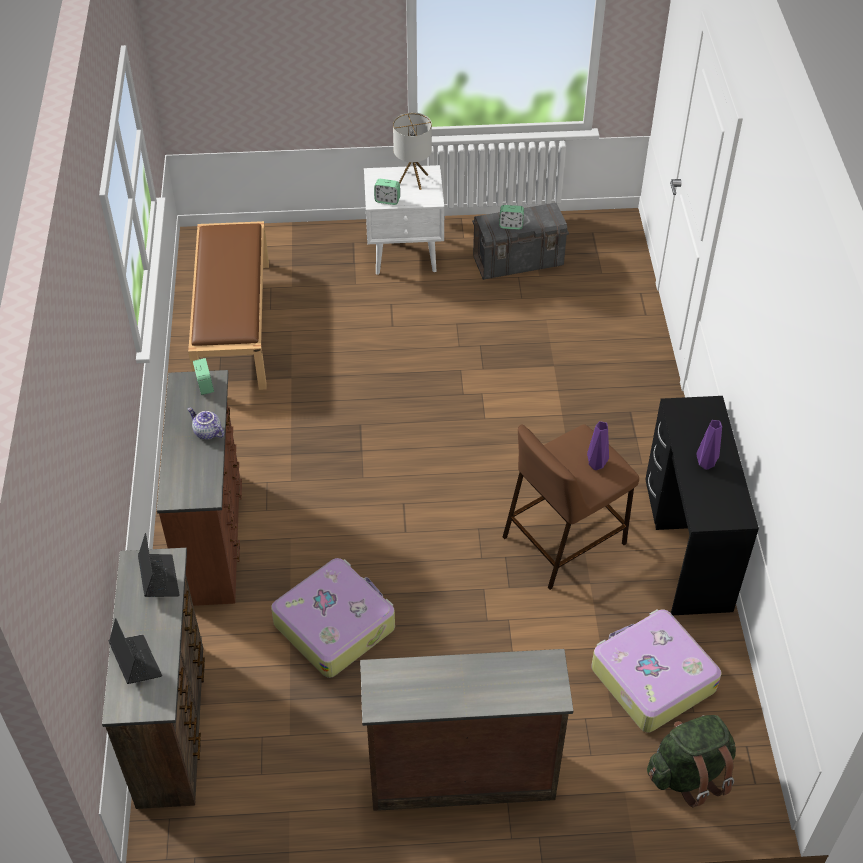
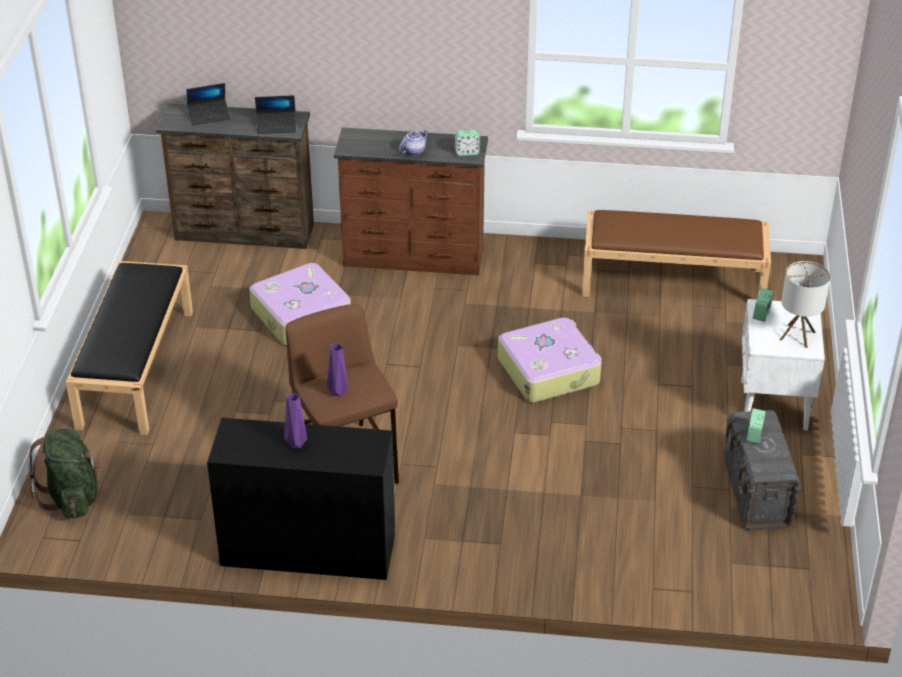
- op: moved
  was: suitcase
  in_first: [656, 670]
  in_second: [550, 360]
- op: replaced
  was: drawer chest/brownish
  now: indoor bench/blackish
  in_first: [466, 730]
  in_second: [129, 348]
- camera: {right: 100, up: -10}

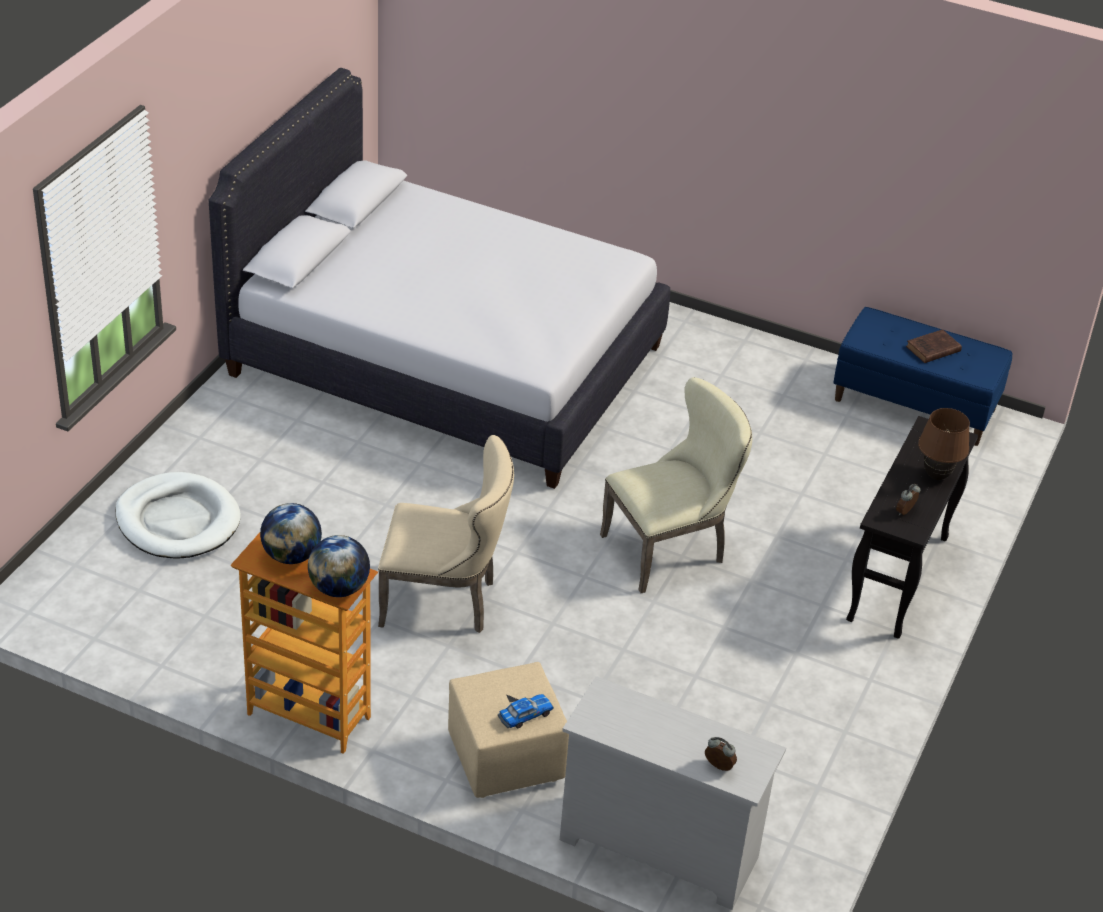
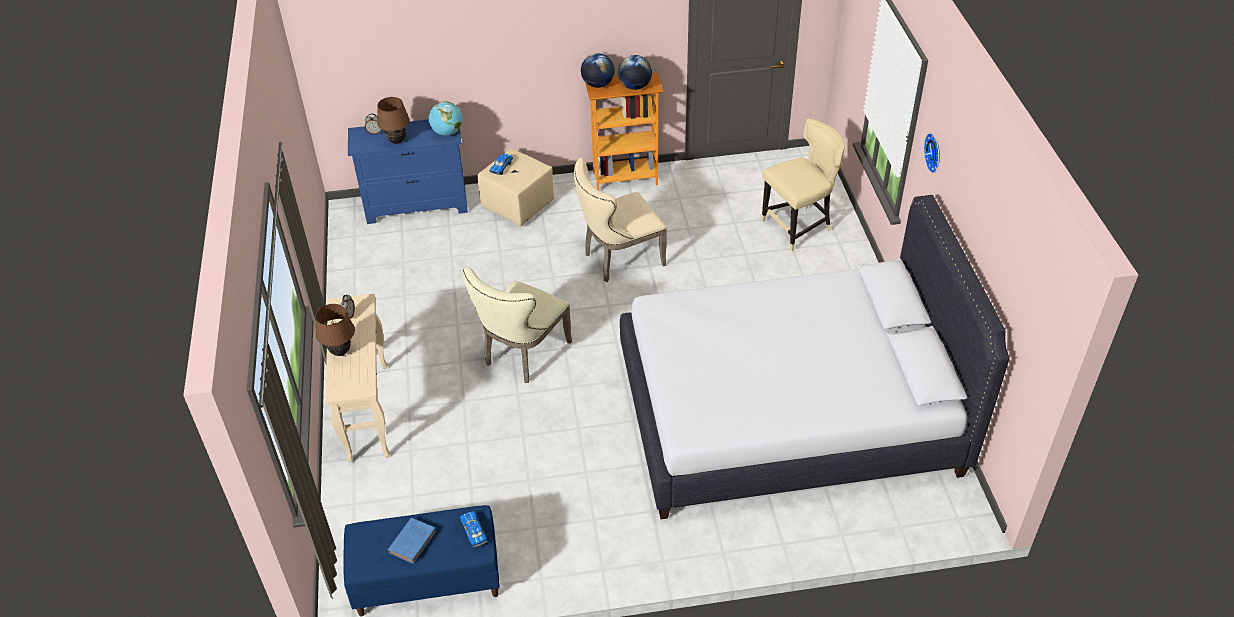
- op: added
  now: table lamp/brownish
  in_second: [393, 120]
- op: added
  now: desk globe
  in_second: [445, 118]
- op: added
  now: miniature car
  in_second: [474, 529]
- op: added
  now: hanging clock
  in_second: [932, 153]
- op: replaced
  was: dog bed/whitish
  now: plain chair/beige-coloured
  in_first: [178, 515]
  in_second: [803, 184]
- op: recoloured
  was: drawer chest/whitish
  now: drawer chest/blue-coloured
  in_first: [673, 793]
  in_second: [408, 171]
- op: recoloured
  was: console table/blackish
  now: console table/beige-coloured
  in_first: [912, 527]
  in_second: [357, 378]
- op: recoloured
  was: book/brownish
  now: book/blue-coloured
  in_first: [934, 346]
  in_second: [412, 541]
- camera: {right: 150, up: 5}

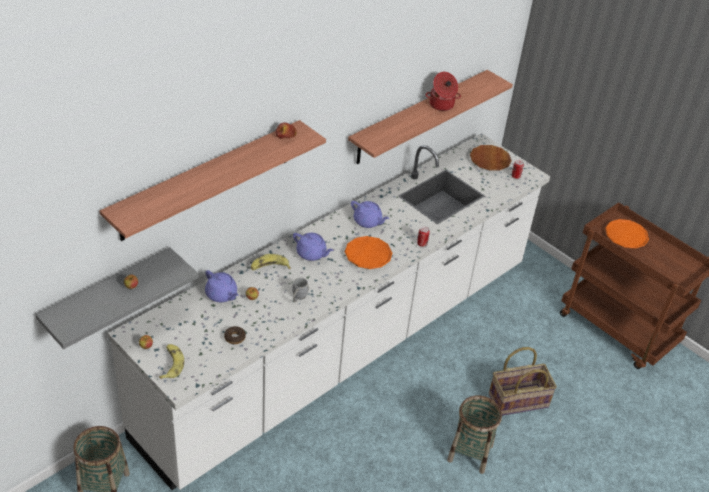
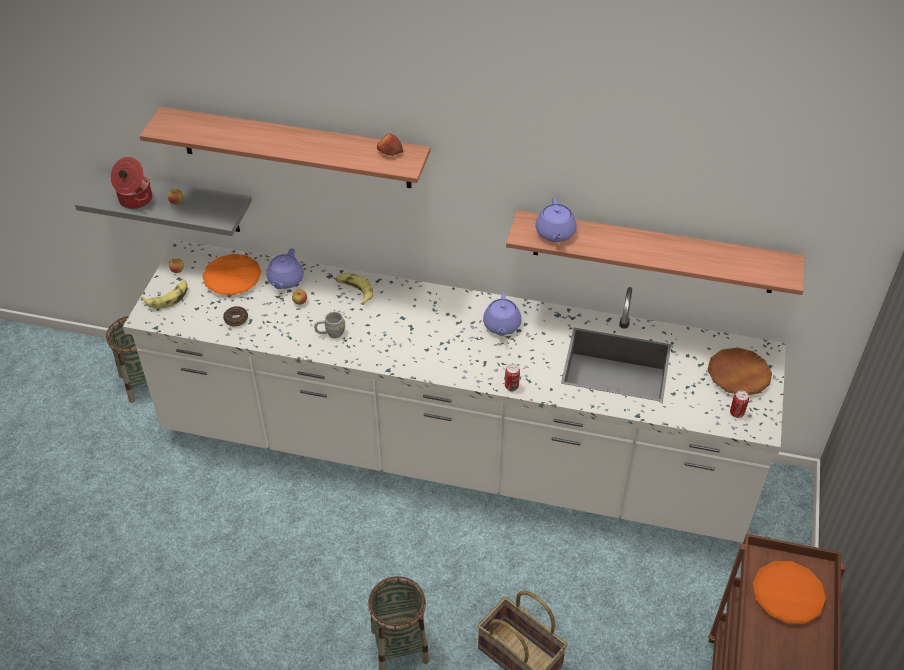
- op: moved
  was: teapot/purple
  in_first: [313, 247]
  in_second: [556, 219]
- op: moved
  was: flat dish/orange-coloured
  in_first: [368, 252]
  in_second: [232, 274]
- op: moved
  was: cooking pot
  in_first: [443, 91]
  in_second: [131, 183]
- camera: {right: 60, up: 5}

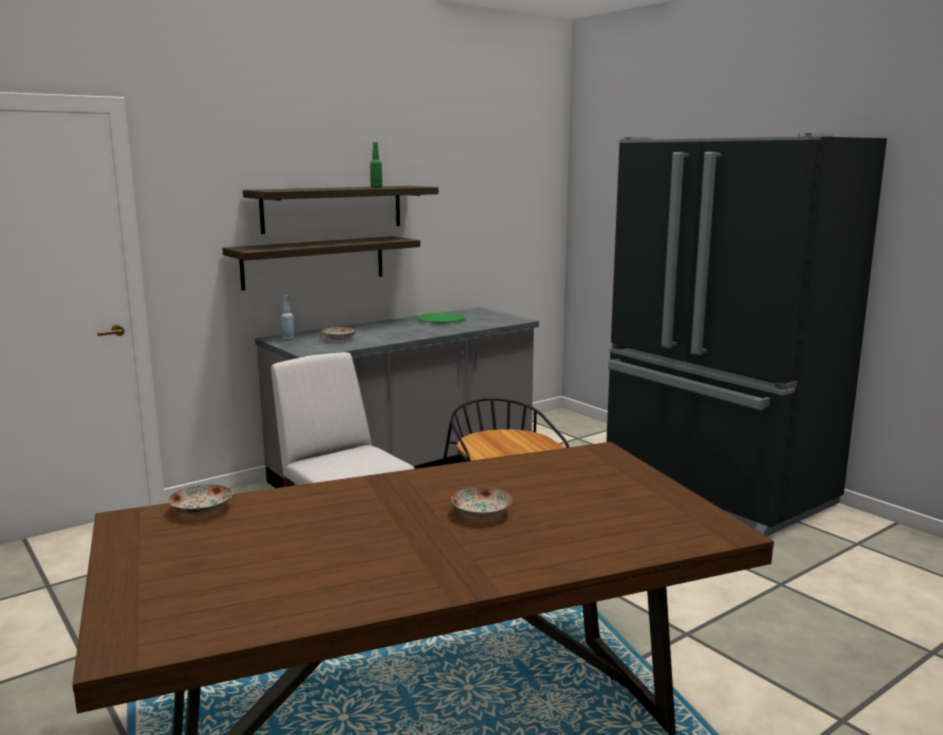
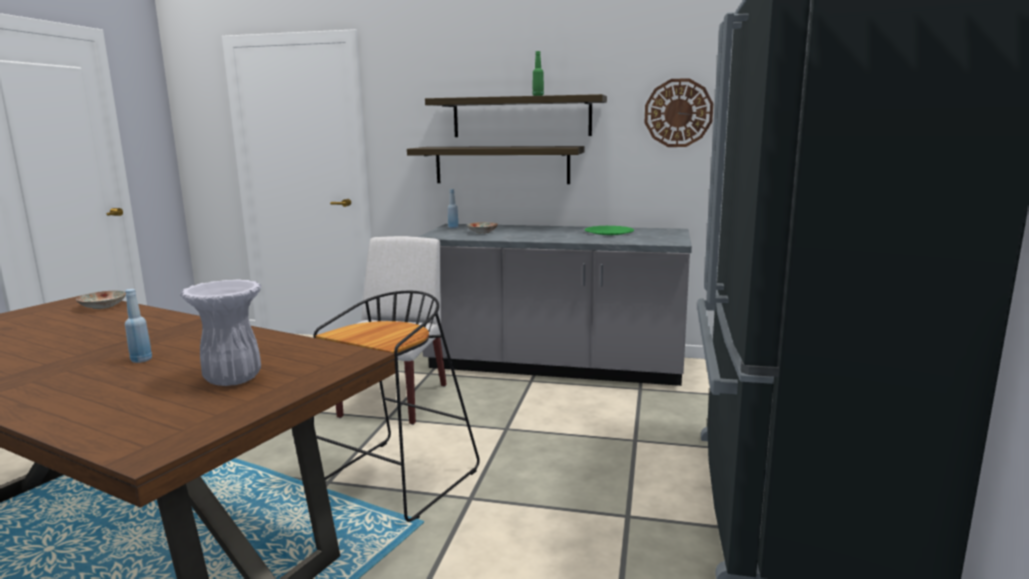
- op: added
  now: vase/whitish
  in_second: [221, 332]
- op: added
  now: hanging clock
  in_second: [679, 112]
- op: replaced
  was: flat dish
  now: beverage bottle/blue-coloured
  in_first: [481, 503]
  in_second: [138, 326]
- camera: {right: 50, up: 0}

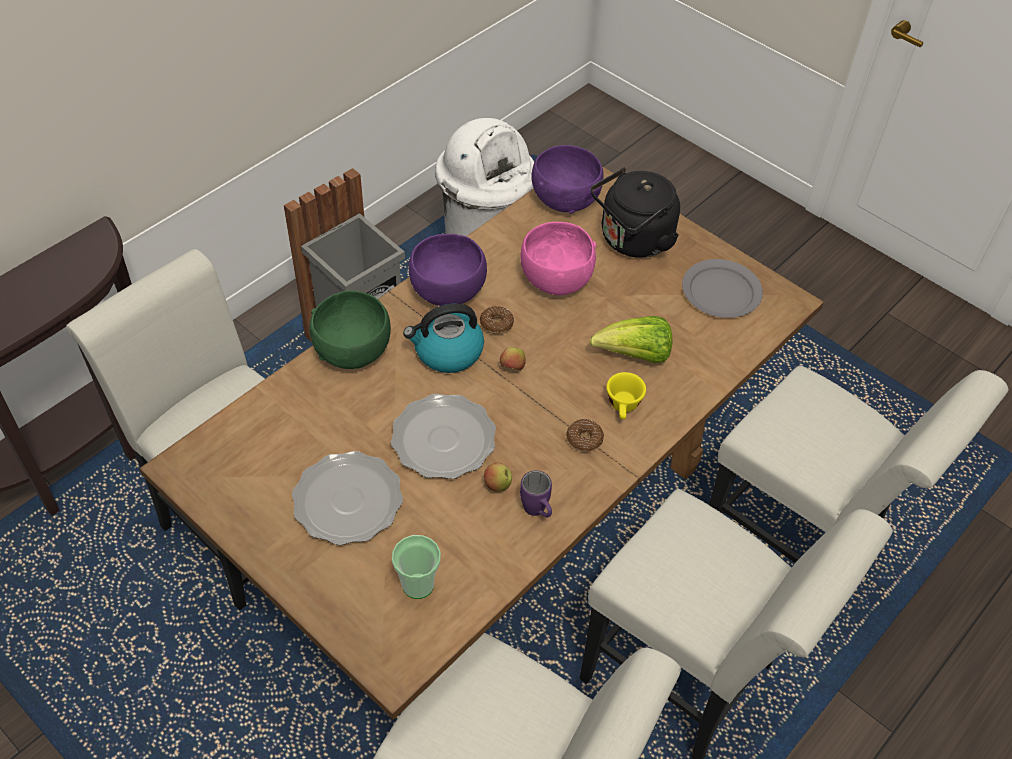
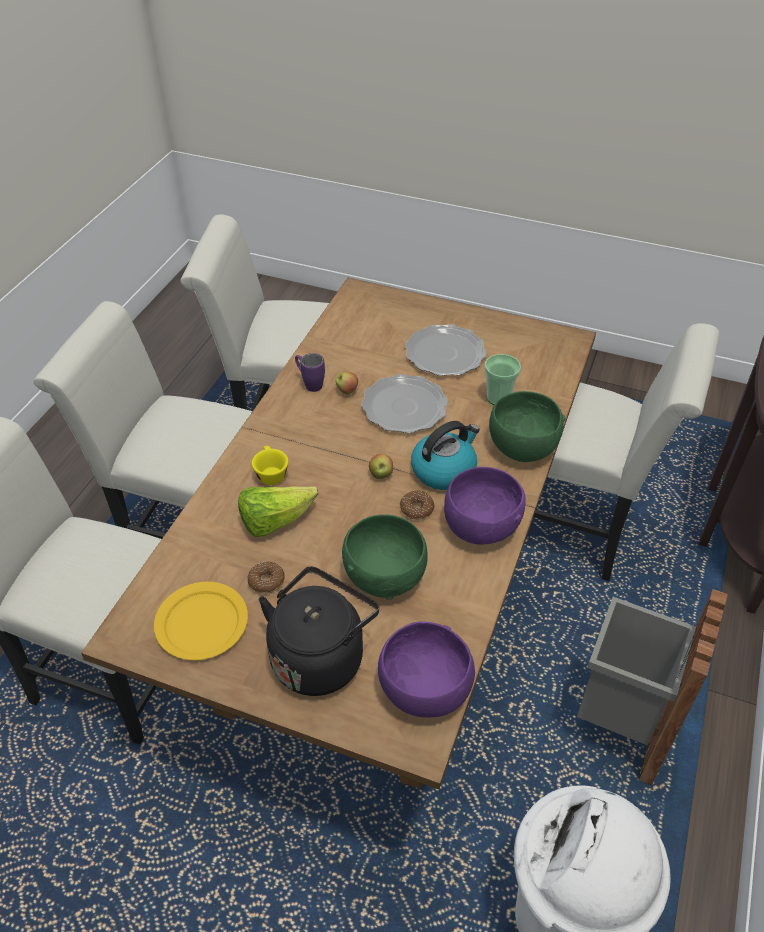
- op: moved
  was: small cup
  in_first: [416, 567]
  in_second: [503, 379]
- op: moved
  was: donut
  in_first: [585, 435]
  in_second: [266, 578]
- op: recoloured
  was: bowl/pinkish
  now: bowl/greenish
  in_first: [559, 258]
  in_second: [385, 557]
- op: recoloured
  was: flat dish/gray
  now: flat dish/yellowish
  in_first: [722, 288]
  in_second: [201, 621]
- camera: {right: 160, up: -5}

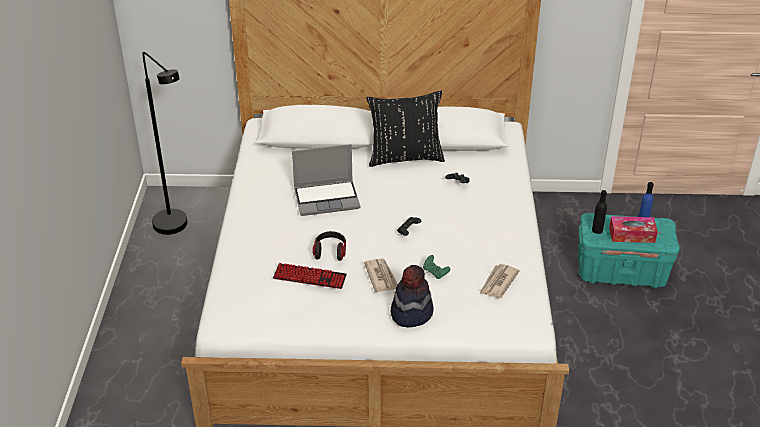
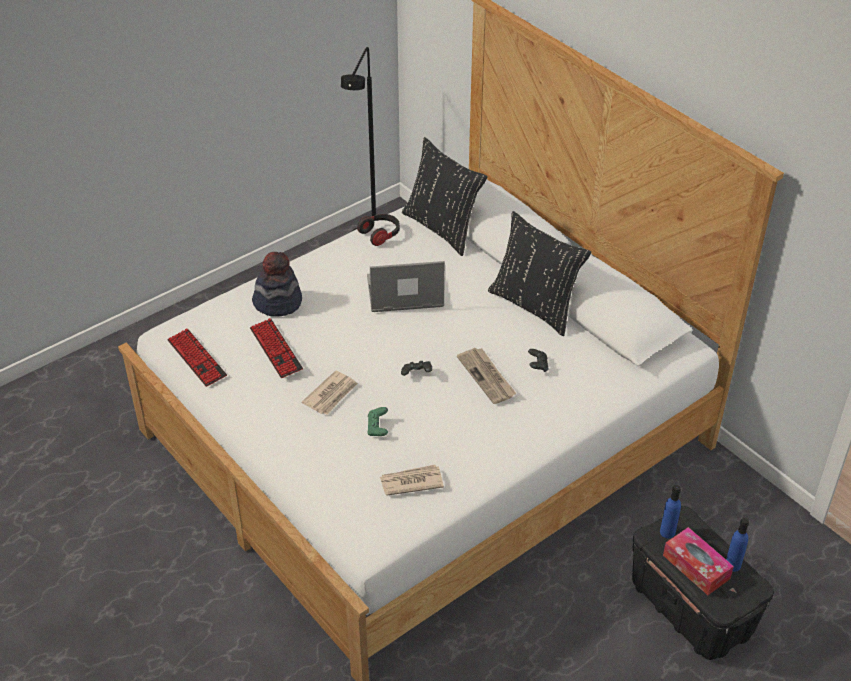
- op: added
  now: computer keyboard
  in_second: [197, 357]
- op: added
  now: cushion/blackish
  in_second: [444, 196]
- op: added
  now: newspaper
  in_second: [486, 376]
- op: moved
  was: headphones
  in_first: [329, 246]
  in_second: [378, 230]
- op: moved
  was: clothing hat
  in_first: [412, 296]
  in_second: [277, 284]
- op: recoloured
  was: storage box/turquoise-coloured
  now: storage box/blackish
  in_first: [629, 250]
  in_second: [703, 583]
- op: recoloured
  was: beverage bottle/blackish
  now: beverage bottle/blue-coloured
  in_first: [599, 212]
  in_second: [670, 511]
- op: turned
  was: laptop
  in_first: [326, 180]
  in_second: [406, 286]
  clockwise: 135
- camera: {right: 50, up: 5}

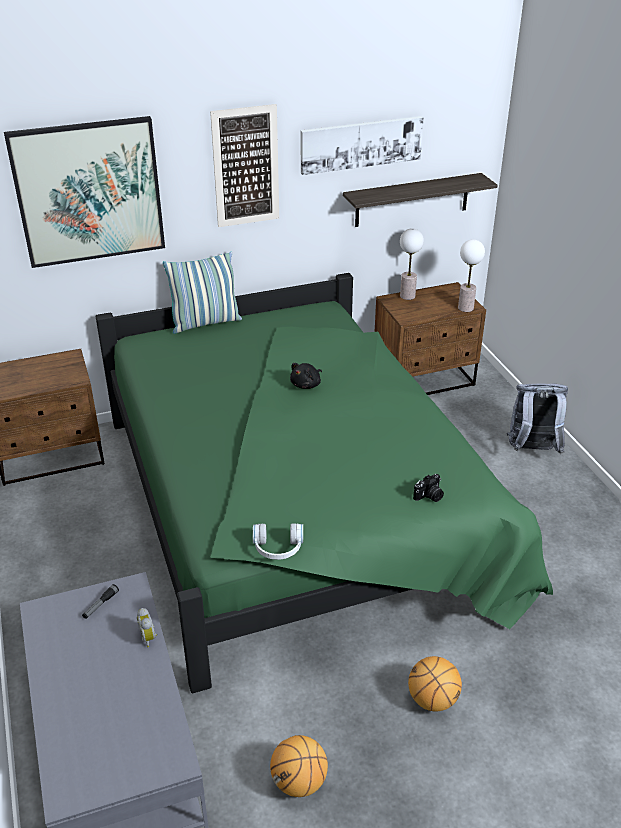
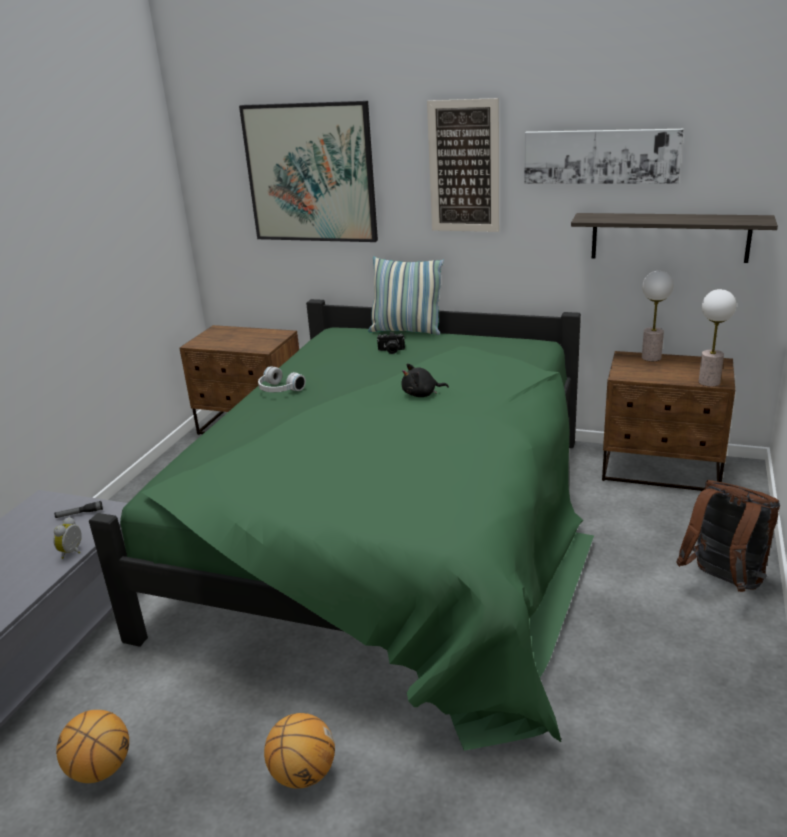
- op: moved
  was: headphones/whitish
  in_first: [278, 541]
  in_second: [282, 379]
- op: moved
  was: photo camera
  in_first: [428, 488]
  in_second: [391, 343]
- op: recoloured
  was: knapsack/gray
  now: knapsack/brownish
  in_first: [537, 418]
  in_second: [728, 536]
- camera: {right: 40, up: -10}

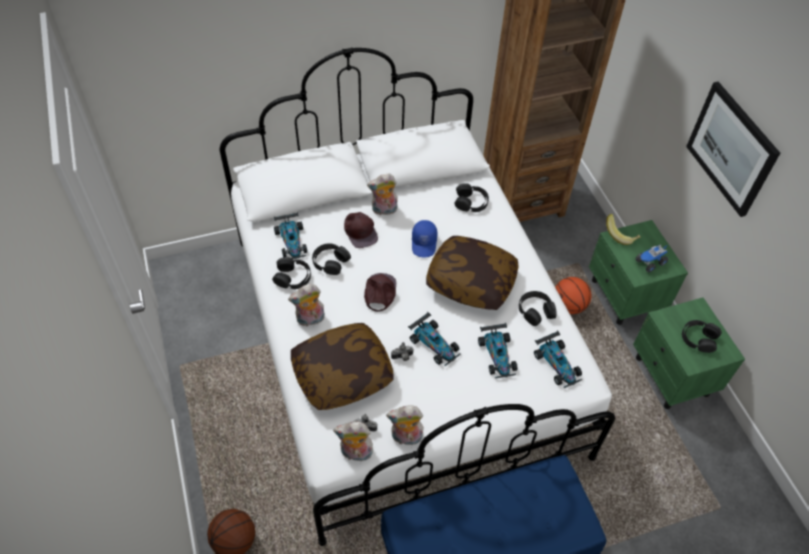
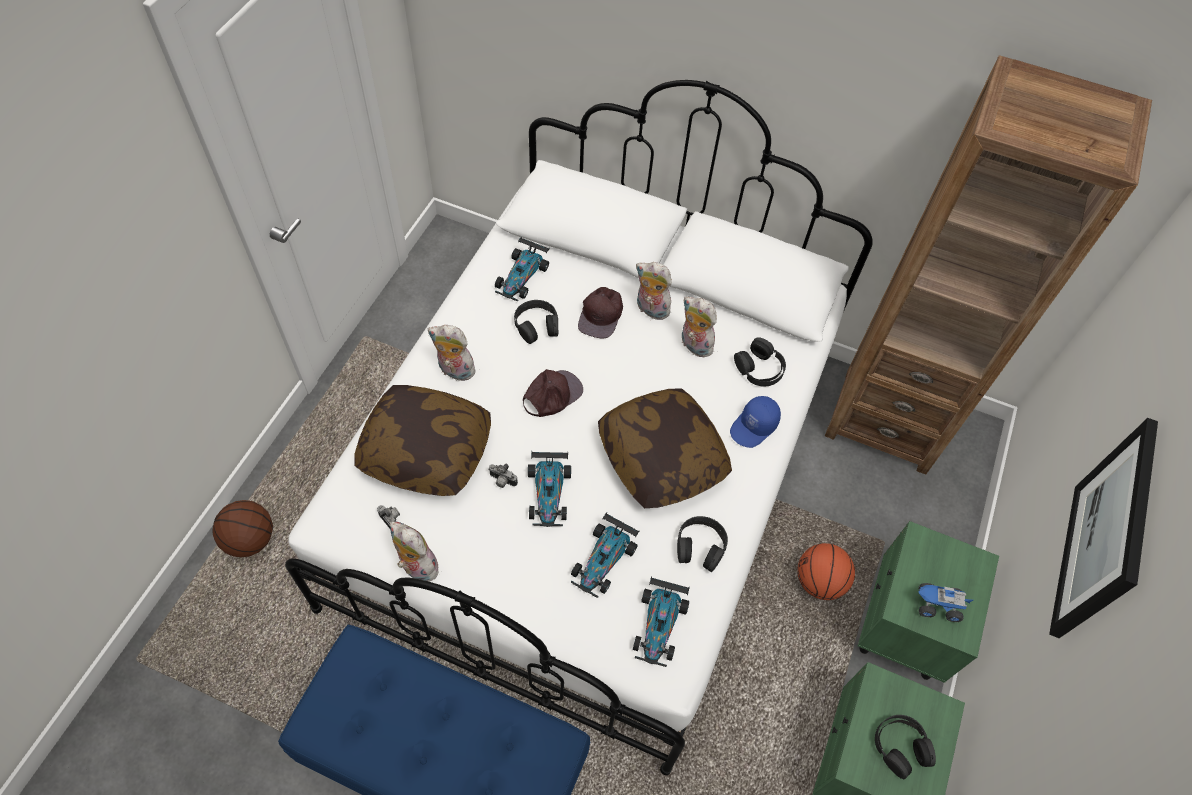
- op: removed
  was: headphones/blackish
  in_first: [291, 273]
- op: removed
  was: whole banana
  in_first: [623, 229]
- op: moved
  was: plush toy
  in_first: [353, 441]
  in_second: [699, 327]
- op: moved
  was: baseball cap/blue-coloured
  in_first: [425, 238]
  in_second: [755, 422]
- camera: {right: 40, up: 5}

